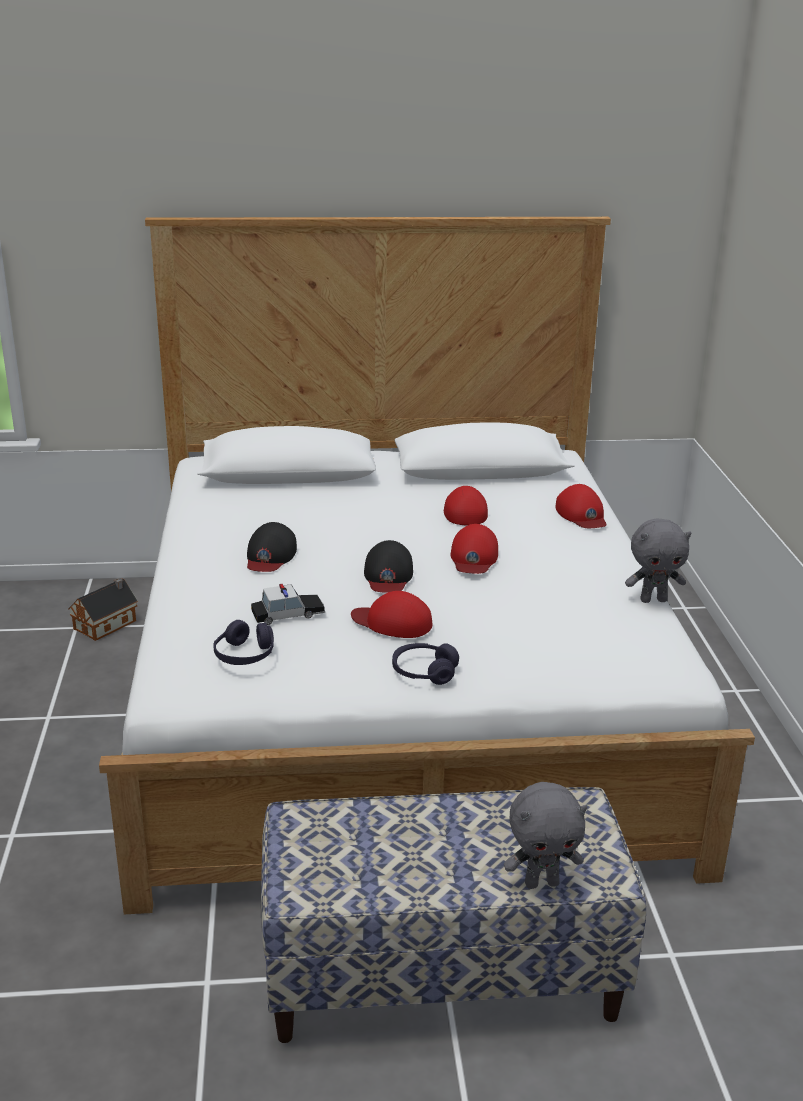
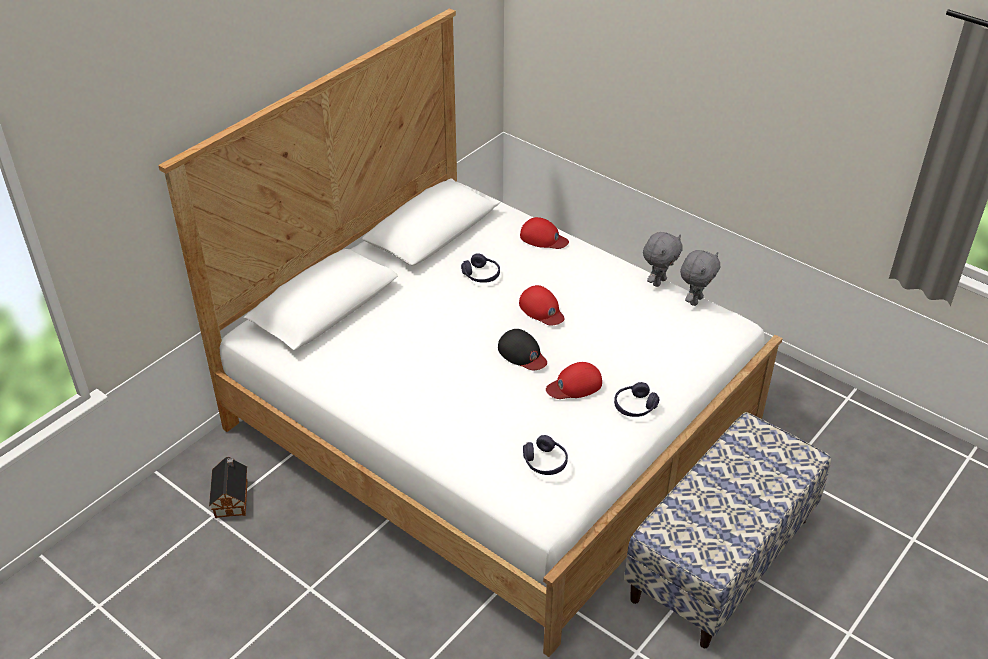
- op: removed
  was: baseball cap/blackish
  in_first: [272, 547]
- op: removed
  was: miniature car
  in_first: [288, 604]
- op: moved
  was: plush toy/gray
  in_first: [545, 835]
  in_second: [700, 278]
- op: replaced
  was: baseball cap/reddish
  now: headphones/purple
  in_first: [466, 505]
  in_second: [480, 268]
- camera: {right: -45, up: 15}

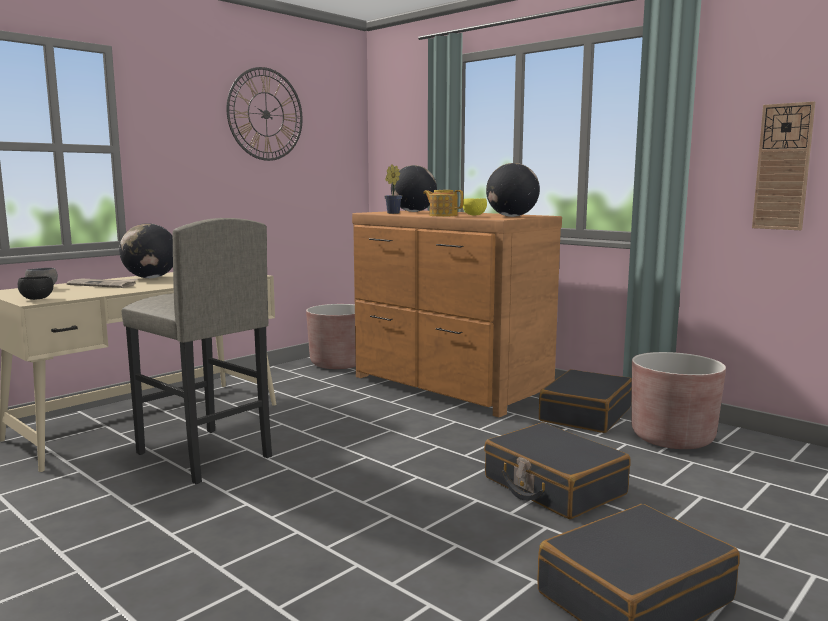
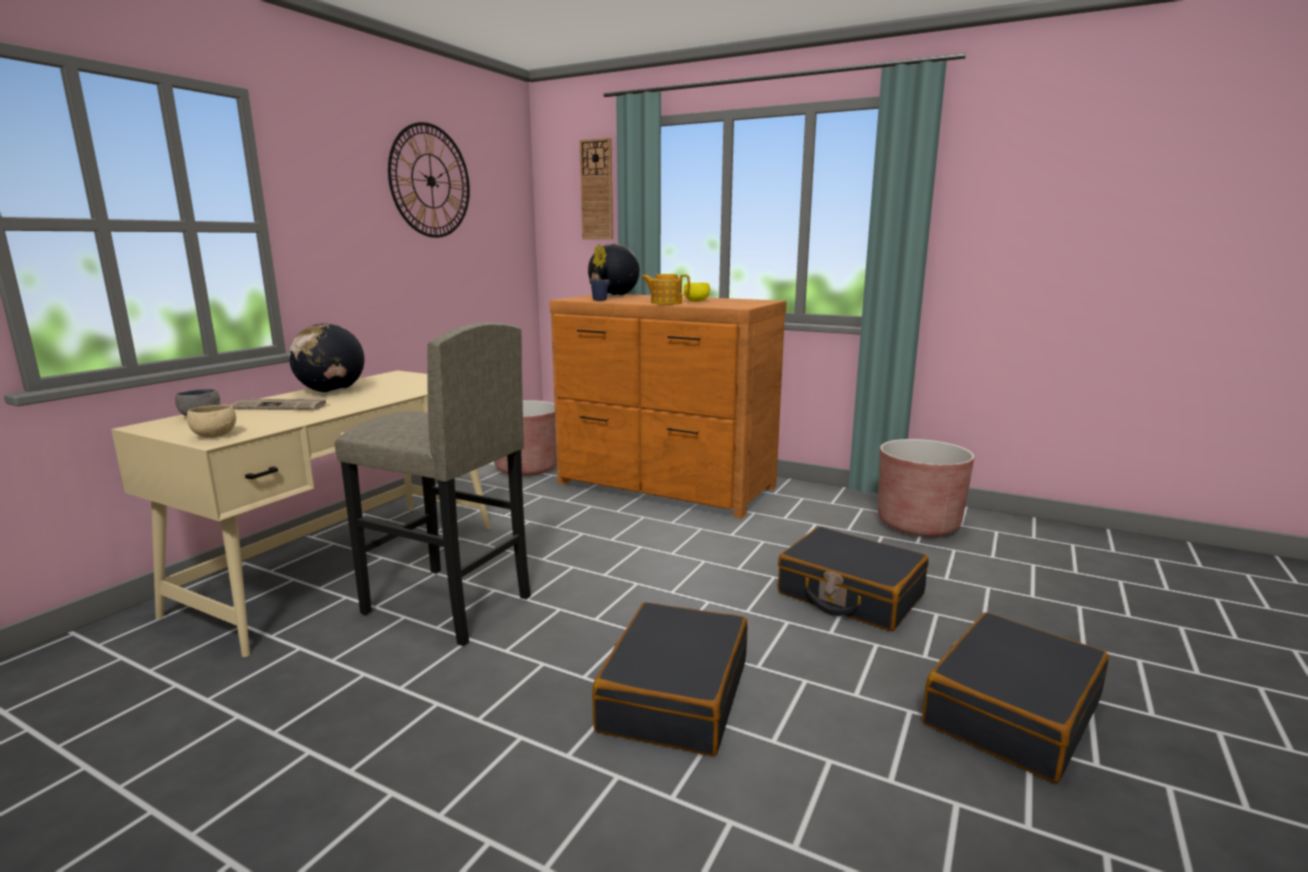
- op: removed
  was: desk globe
  in_first: [513, 190]
- op: moved
  was: suitcase/blackish
  in_first: [585, 401]
  in_second: [669, 679]
- op: moved
  was: hanging clock
  in_first: [783, 165]
  in_second: [596, 188]
- op: recoloured
  was: bowl/blackish
  now: bowl/beige-coloured
  in_first: [35, 288]
  in_second: [211, 421]
- camera: {right: -15, up: 5}

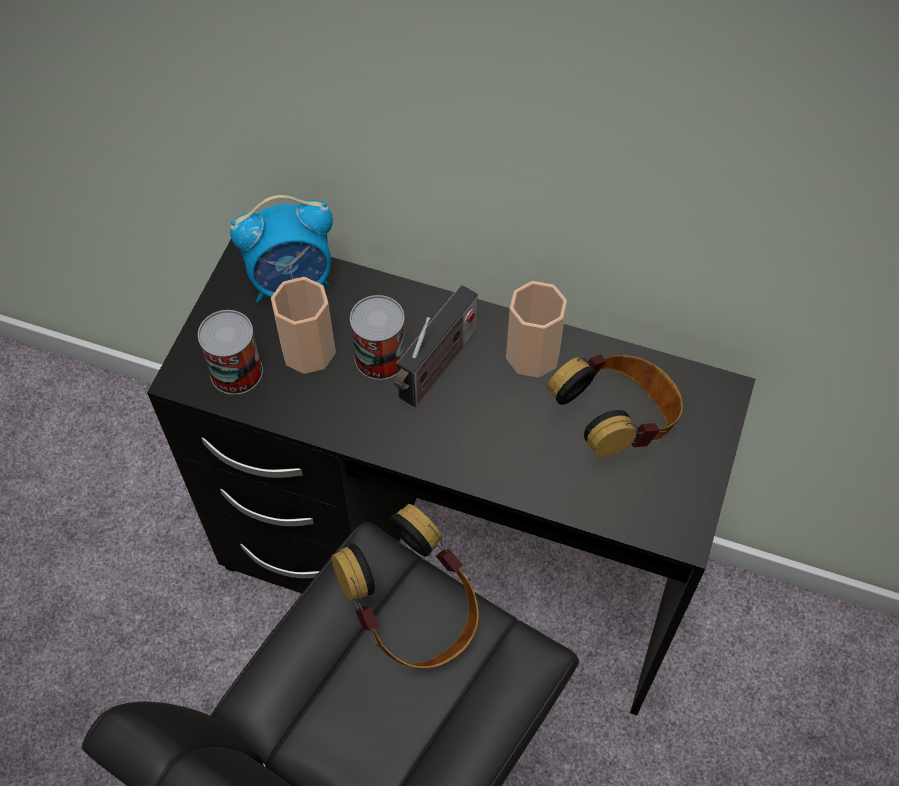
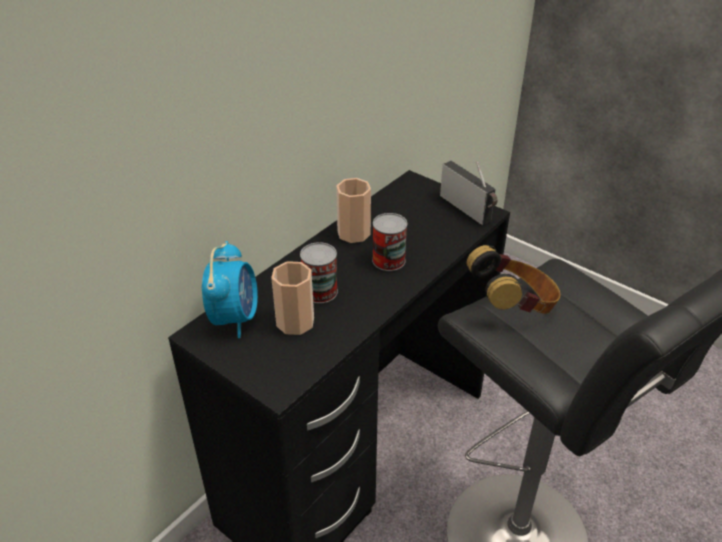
- op: removed
  was: headphones
  in_first: [615, 405]
- op: moved
  was: metal can
  in_first: [230, 352]
  in_second: [389, 242]
- op: moved
  was: radio receiver
  in_first: [436, 346]
  in_second: [468, 193]
- camera: {right: -70, up: -20}

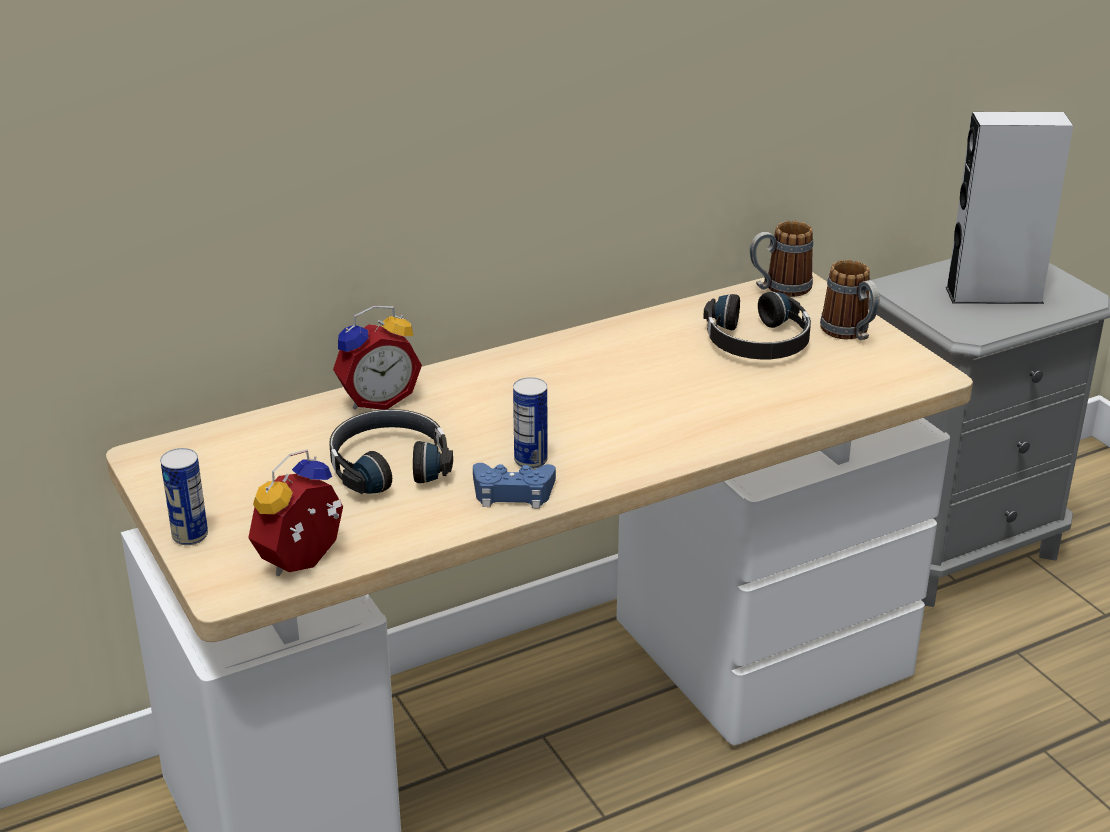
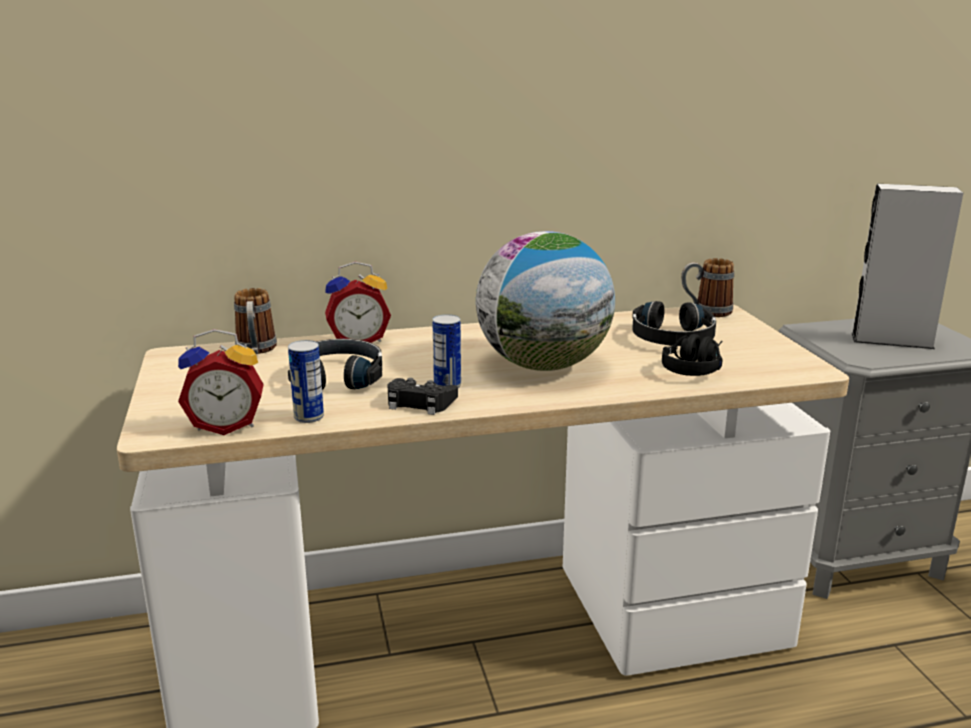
- op: added
  now: desk globe
  in_second: [545, 301]
- op: added
  now: headphones/blackish
  in_second: [692, 355]
- op: moved
  was: metal can
  in_first: [184, 496]
  in_second: [306, 381]
- op: moved
  was: mug
  in_first: [849, 300]
  in_second: [255, 321]
- op: recoloured
  was: game controller/blue-coloured
  now: game controller/blackish
  in_first: [514, 486]
  in_second: [423, 396]
- op: turned
  was: alarm clock
  in_first: [295, 512]
  in_second: [221, 382]
  clockwise: -150
- camera: {right: 15, up: -10}

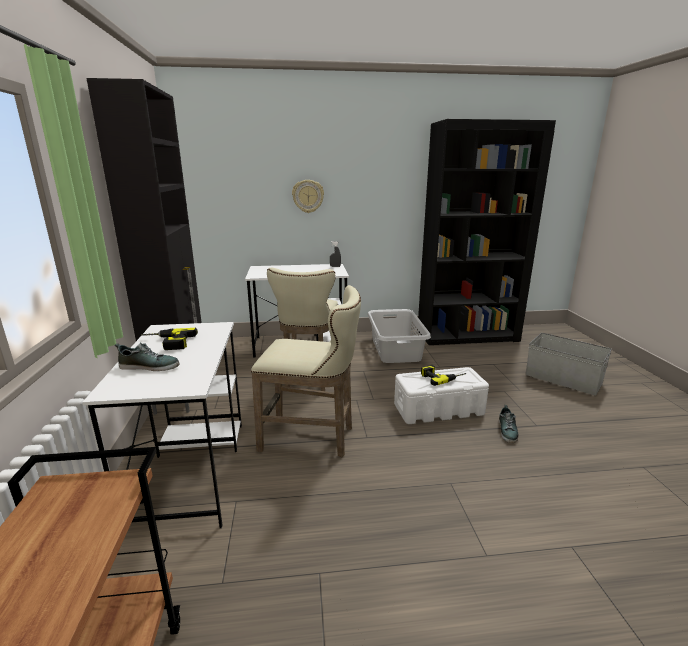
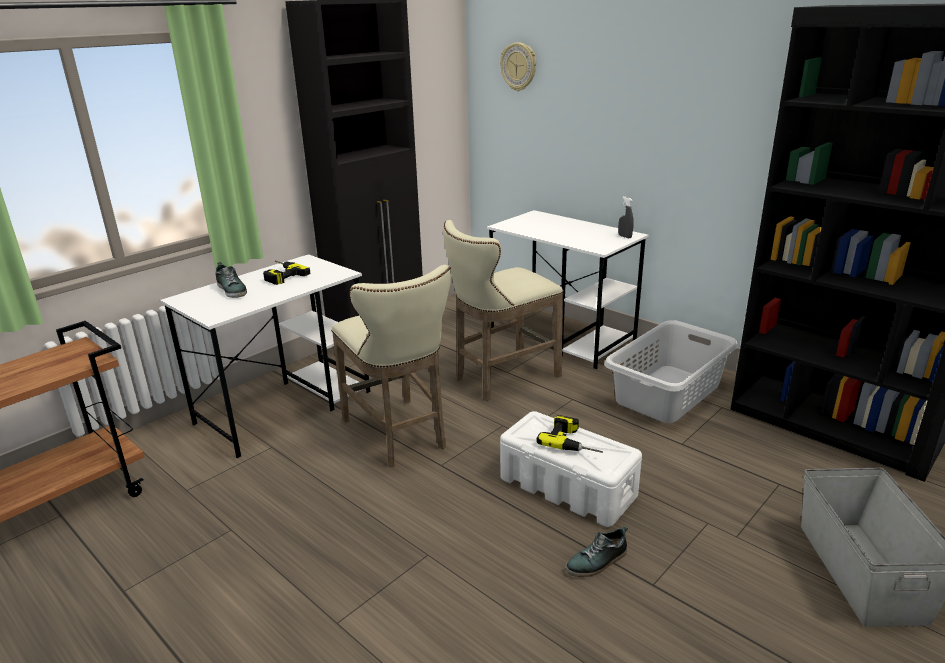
- op: moved
  was: hanging clock
  in_first: [308, 196]
  in_second: [518, 66]
- camera: {right: 50, up: 5}

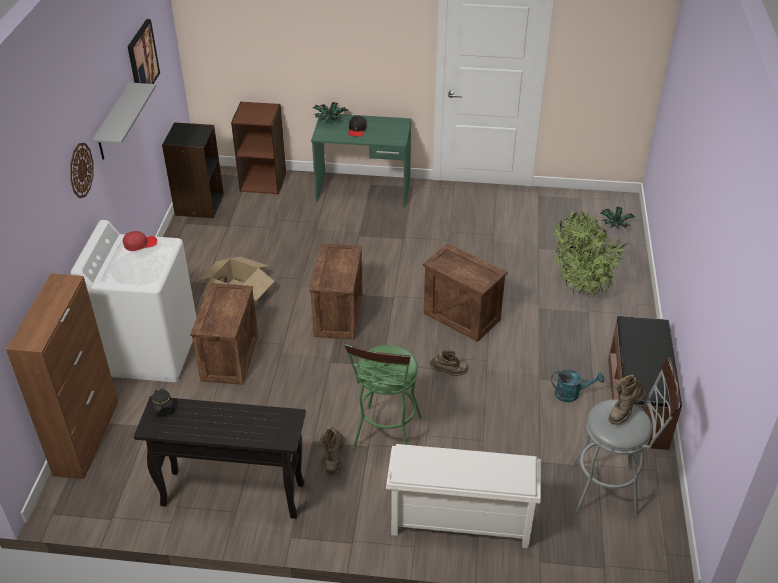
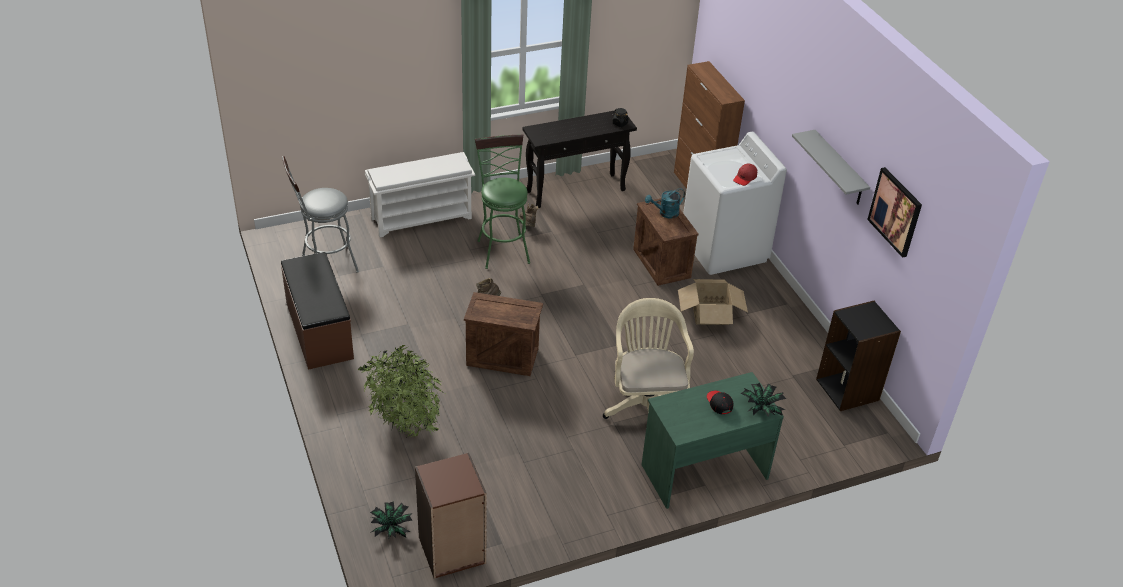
- op: removed
  was: hanging clock
  in_first: [81, 170]
- op: removed
  was: shipping crate
  in_first: [336, 292]
- op: removed
  was: high-top boot/brownish
  in_first: [627, 399]
- op: added
  now: office chair/beige-coloured
  in_second: [648, 358]
- op: moved
  was: shelving unit/brownish
  in_first: [258, 147]
  in_second: [451, 516]
- op: moved
  was: watering can/turquoise-coloured
  in_first: [577, 386]
  in_second: [665, 203]
- camera: {right: 150, up: 0}

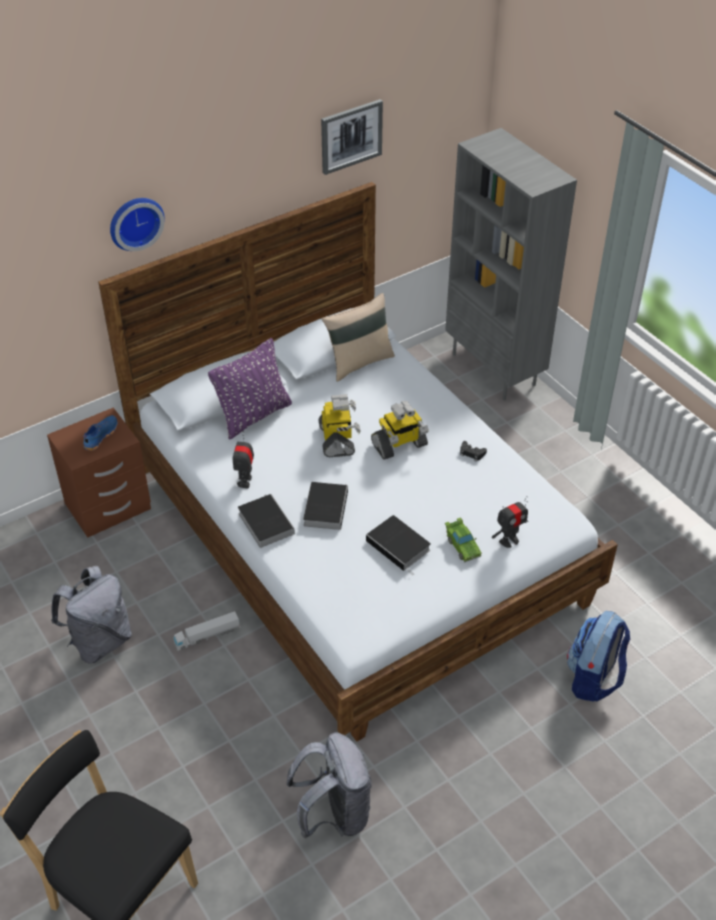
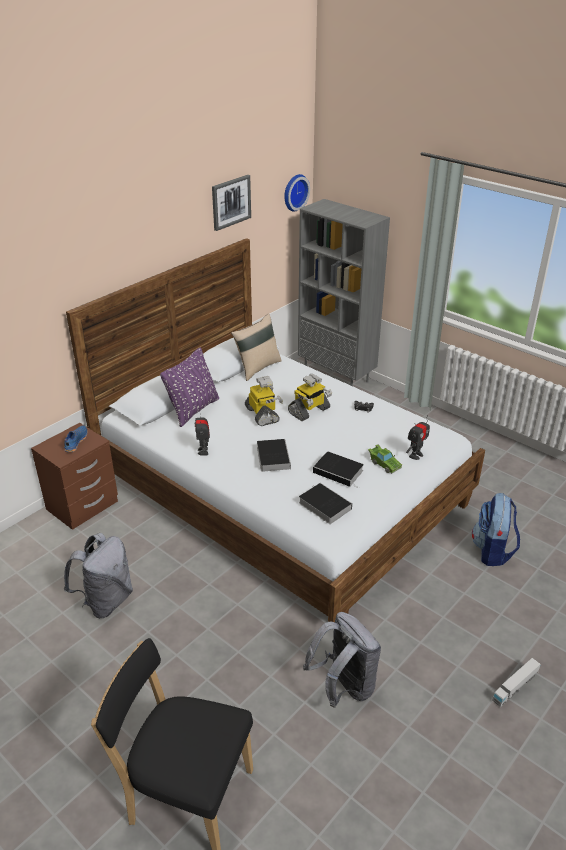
- op: moved
  was: hanging clock
  in_first: [137, 224]
  in_second: [297, 193]
- op: moved
  was: toy truck
  in_first: [207, 631]
  in_second: [516, 682]
- op: moved
  was: book
  in_first: [266, 521]
  in_second: [325, 503]
- camera: {right: -15, up: -10}

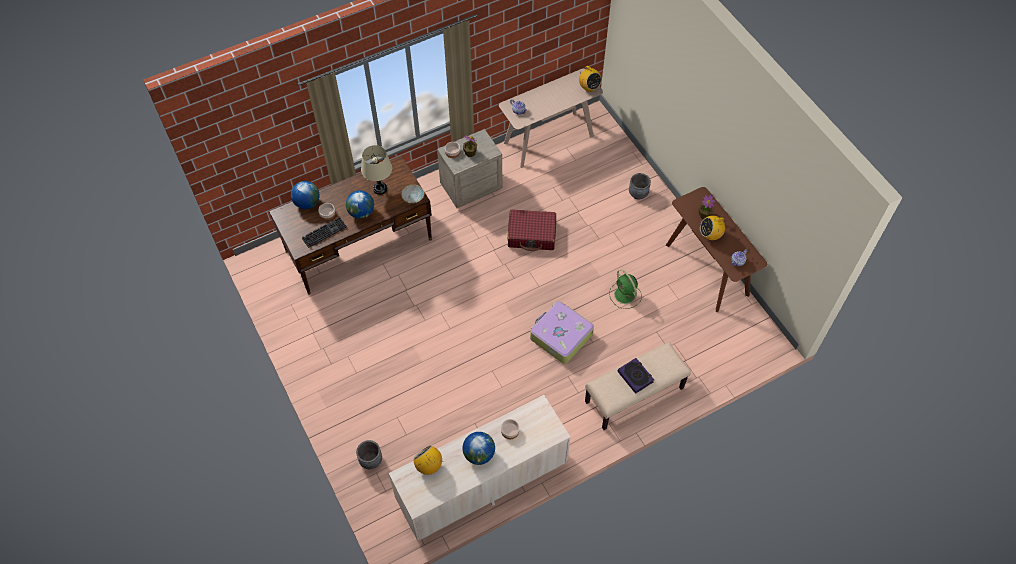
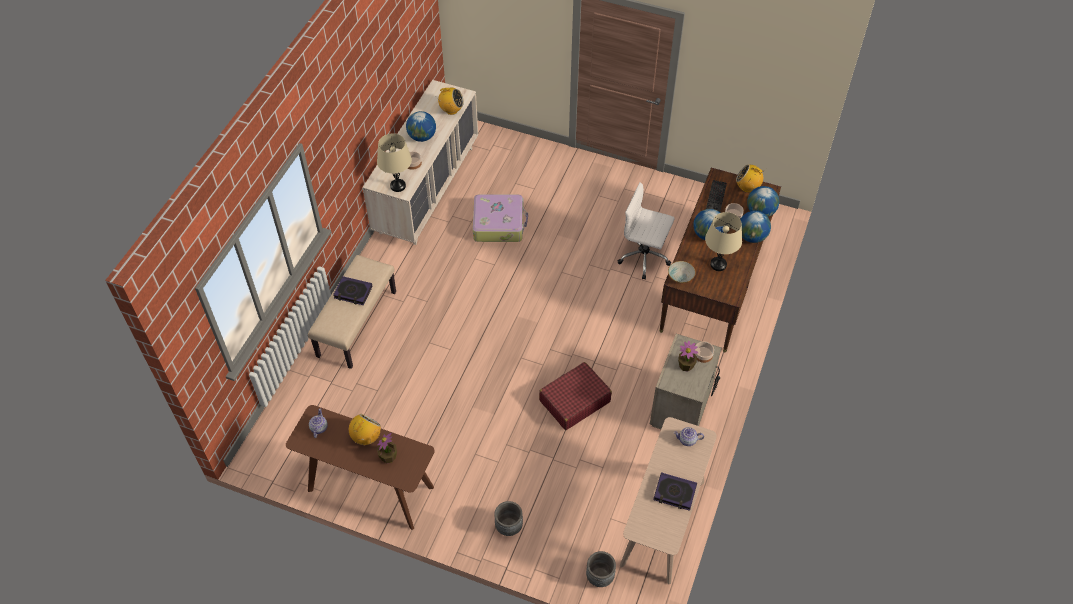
- op: removed
  was: fan/greenish
  in_first: [625, 289]
- op: added
  now: table lamp/beige-coloured
  in_second: [394, 162]
- op: added
  now: office chair/whitish
  in_second: [646, 231]
- op: added
  now: book
  in_second: [675, 491]
- op: added
  now: desk globe
  in_second: [755, 227]
- op: moved
  was: planter/gray
  in_first: [369, 454]
  in_second: [601, 569]
- op: moved
  was: suitcase
  in_first: [562, 332]
  in_second: [500, 218]
- op: moved
  was: radio receiver
  in_first: [590, 79]
  in_second: [750, 179]
- camera: {right: 140, up: -5}

